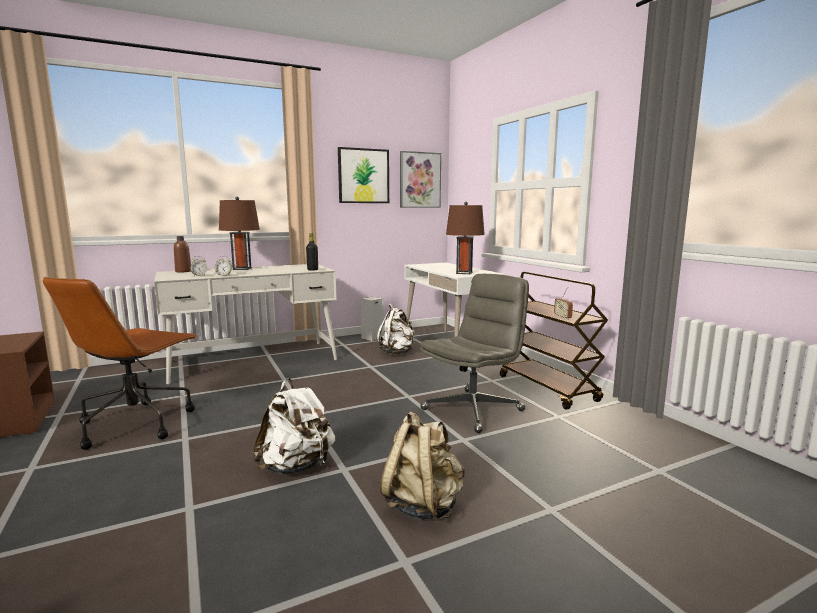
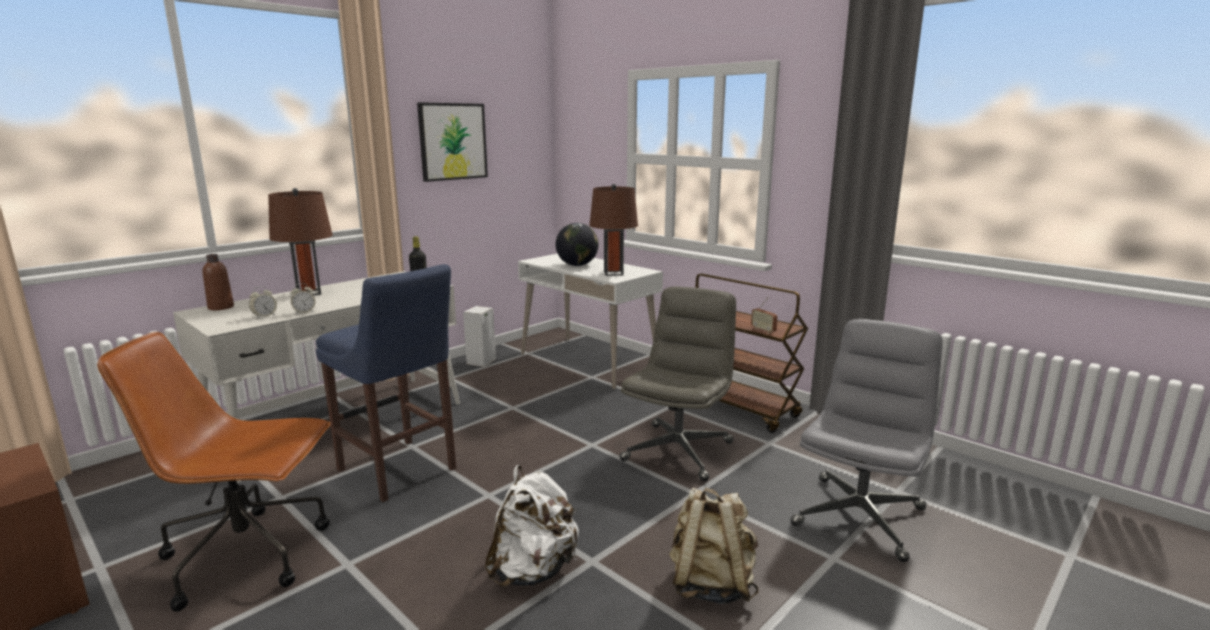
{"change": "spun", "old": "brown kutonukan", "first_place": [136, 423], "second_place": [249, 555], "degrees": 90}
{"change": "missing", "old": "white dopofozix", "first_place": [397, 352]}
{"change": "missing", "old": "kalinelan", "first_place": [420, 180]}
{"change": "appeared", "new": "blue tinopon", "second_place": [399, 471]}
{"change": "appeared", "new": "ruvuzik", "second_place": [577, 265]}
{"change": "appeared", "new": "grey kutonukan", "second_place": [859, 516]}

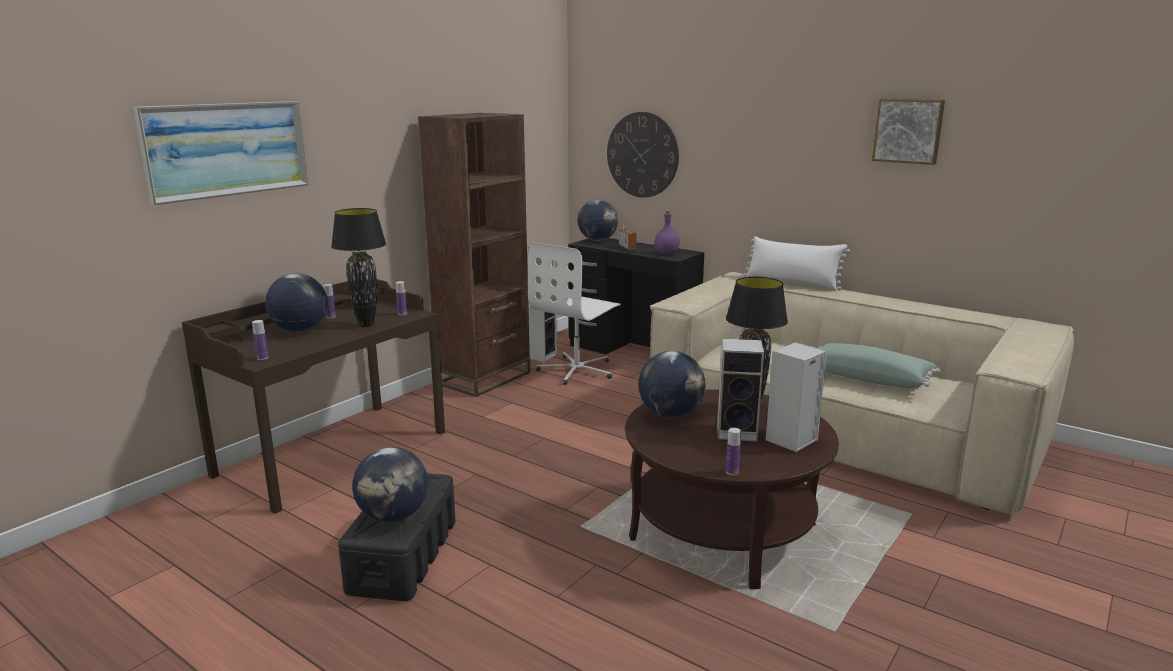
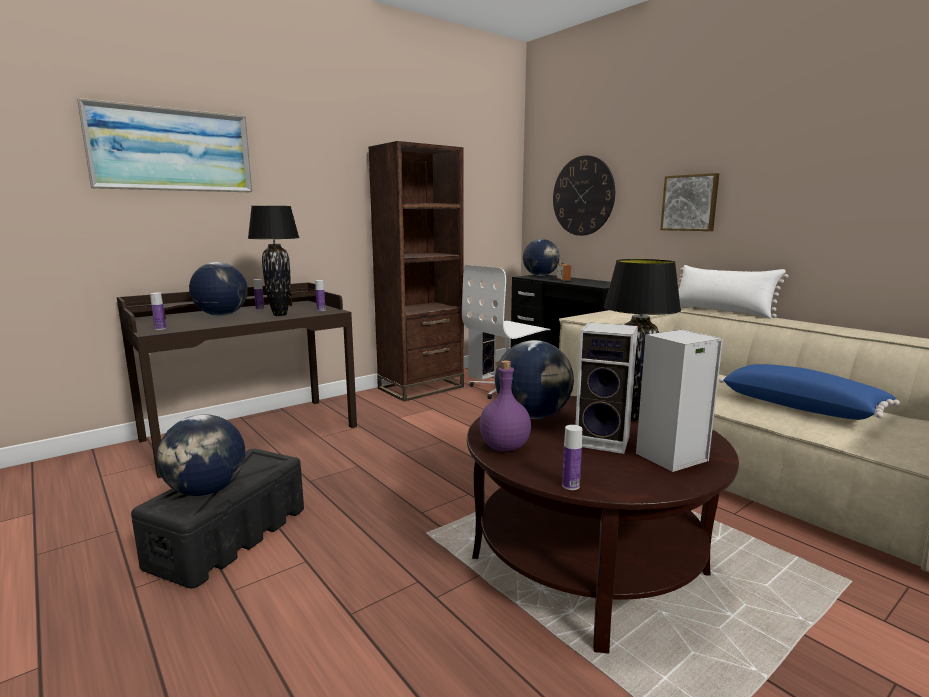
{"change": "relocated", "old": "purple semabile", "first_place": [666, 253], "second_place": [503, 447]}
{"change": "colour", "old": "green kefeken", "new": "blue kefeken", "first_place": [869, 378], "second_place": [801, 407]}
{"change": "relocated", "old": "kalinelan", "first_place": [908, 131], "second_place": [690, 203]}

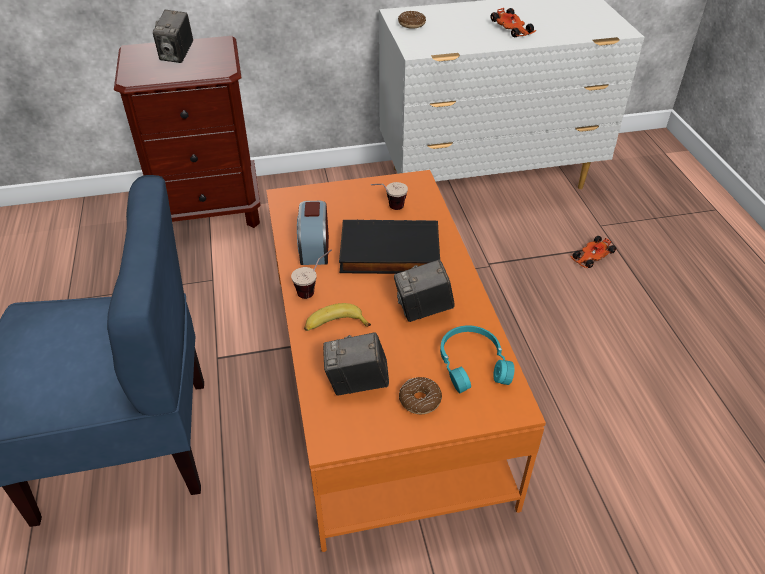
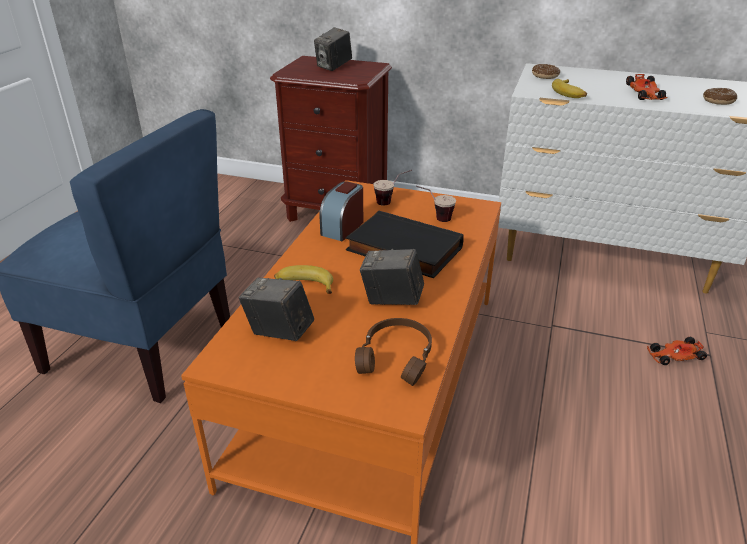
{"change": "relocated", "old": "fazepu", "first_place": [314, 289], "second_place": [392, 202]}
{"change": "relocated", "old": "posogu", "first_place": [420, 400], "second_place": [718, 101]}
{"change": "colour", "old": "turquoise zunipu", "new": "brown zunipu", "first_place": [473, 364], "second_place": [397, 357]}
{"change": "appeared", "new": "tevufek", "second_place": [569, 93]}

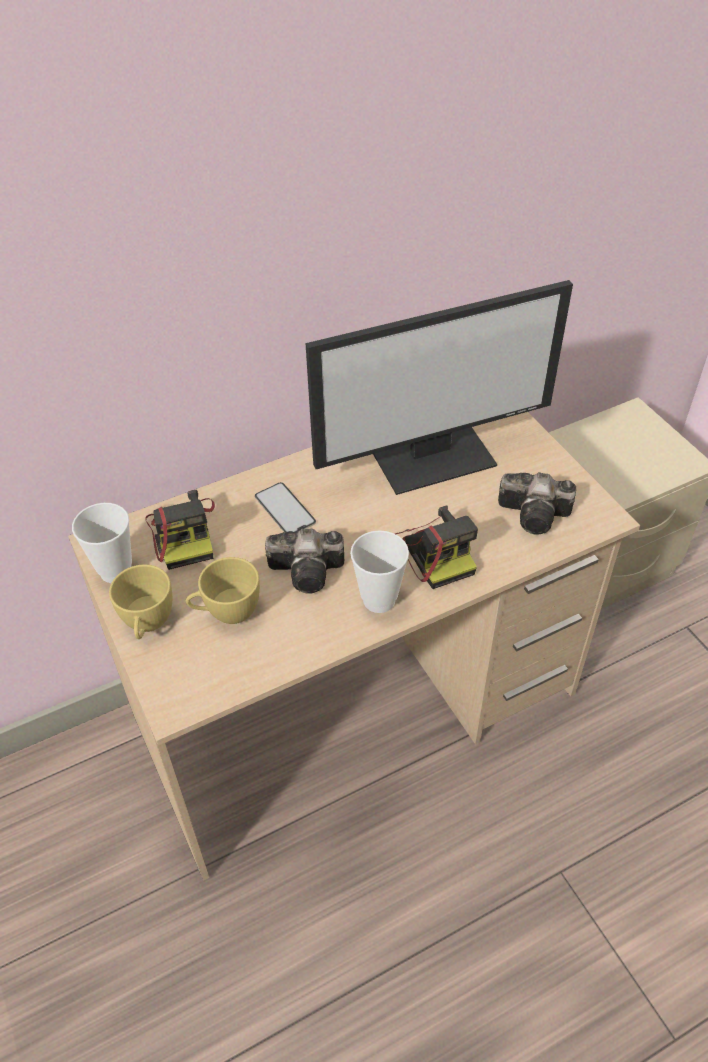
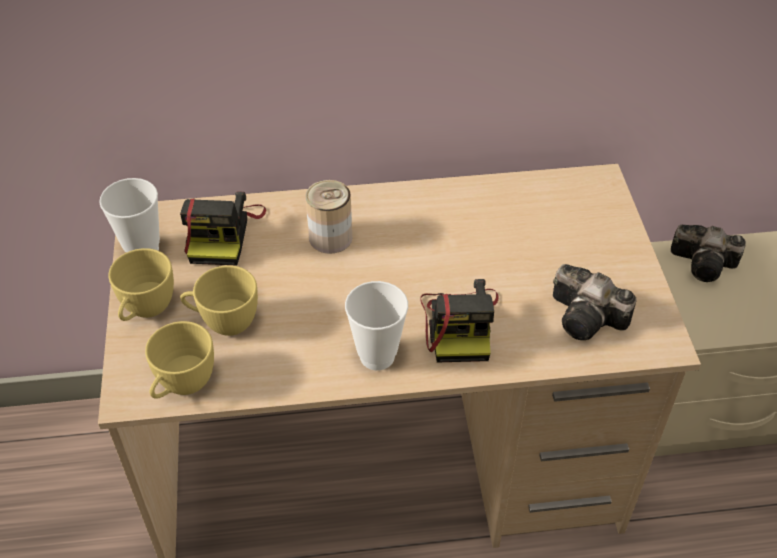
{"change": "exchanged", "old": "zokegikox", "new": "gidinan", "first_place": [285, 509], "second_place": [330, 237]}
{"change": "relocated", "old": "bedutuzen", "first_place": [310, 571], "second_place": [706, 264]}
{"change": "missing", "old": "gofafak", "first_place": [434, 456]}
{"change": "appeared", "new": "yellow fazepu", "second_place": [182, 386]}

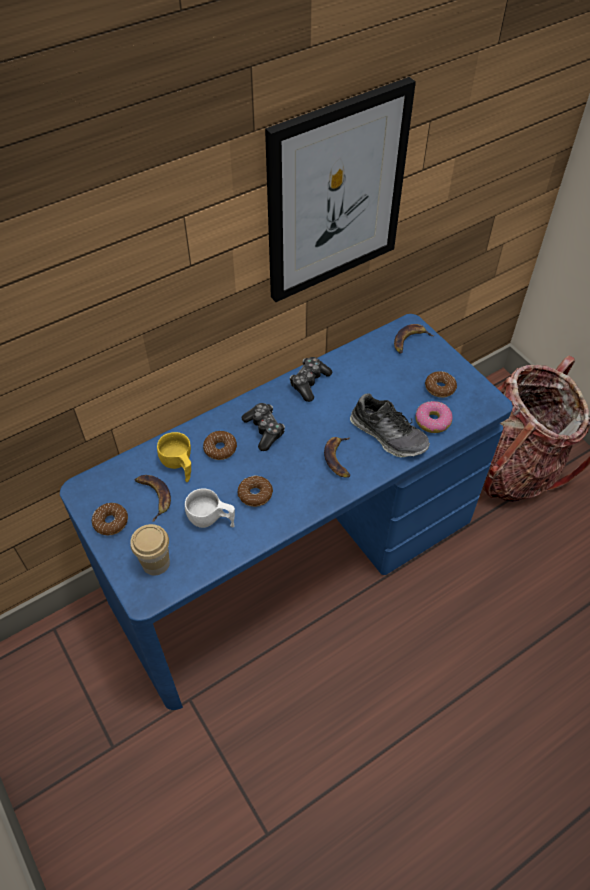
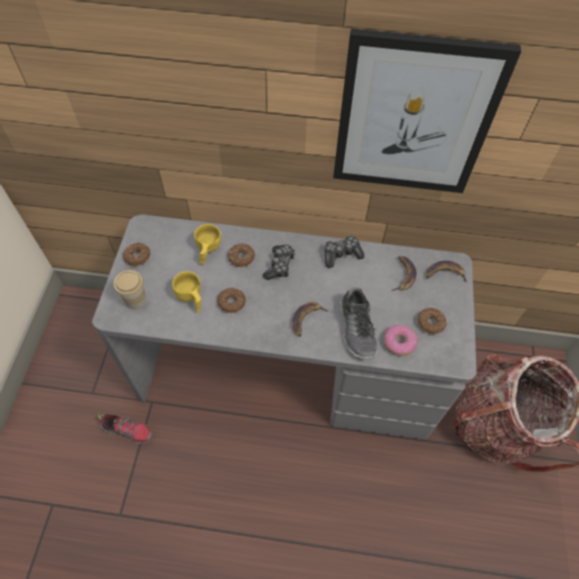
{"change": "colour", "old": "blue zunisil", "new": "grey zunisil", "first_place": [294, 557], "second_place": [287, 368]}
{"change": "relocated", "old": "tevufek", "first_place": [153, 496], "second_place": [403, 275]}
{"change": "colour", "old": "white fazepu", "new": "yellow fazepu", "first_place": [211, 520], "second_place": [191, 299]}
{"change": "appeared", "new": "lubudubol", "second_place": [128, 430]}

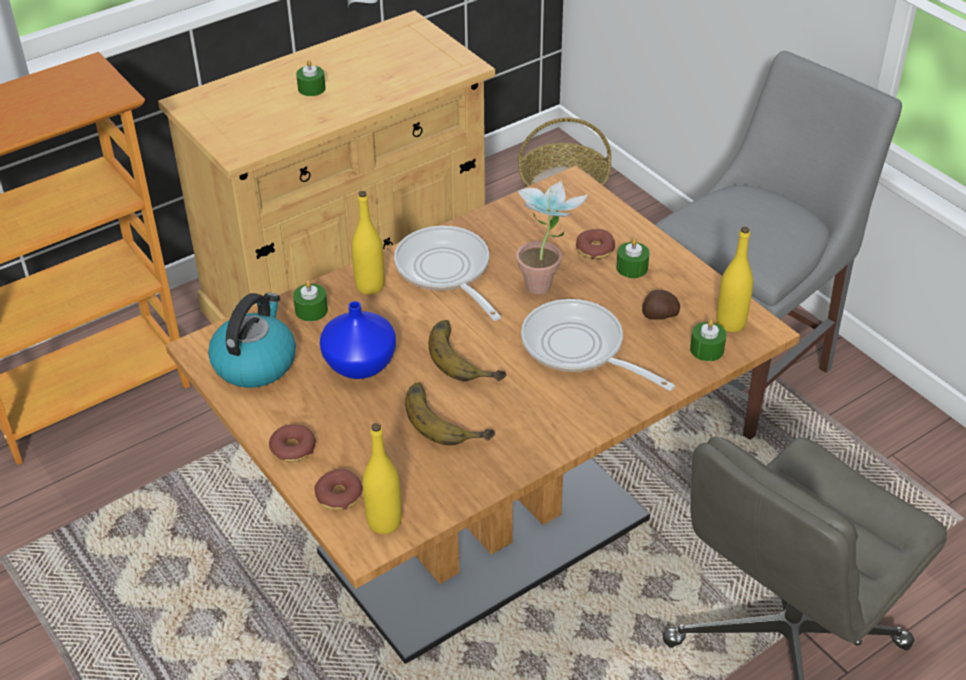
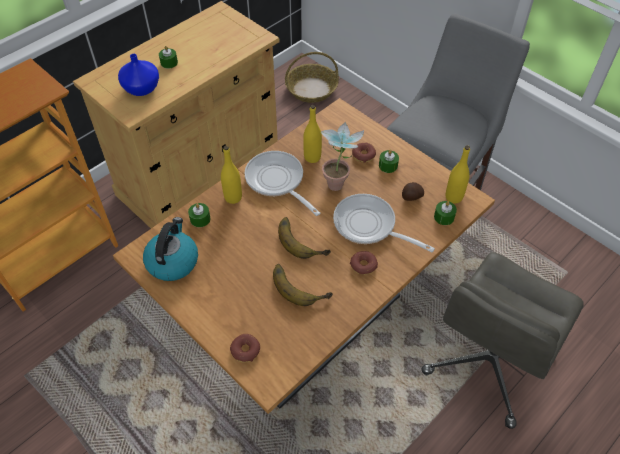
{"change": "relocated", "old": "posogu", "first_place": [293, 449], "second_place": [363, 265]}
{"change": "relocated", "old": "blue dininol", "first_place": [360, 363], "second_place": [142, 88]}
{"change": "relocated", "old": "yellow semabile", "first_place": [384, 522], "second_place": [312, 157]}

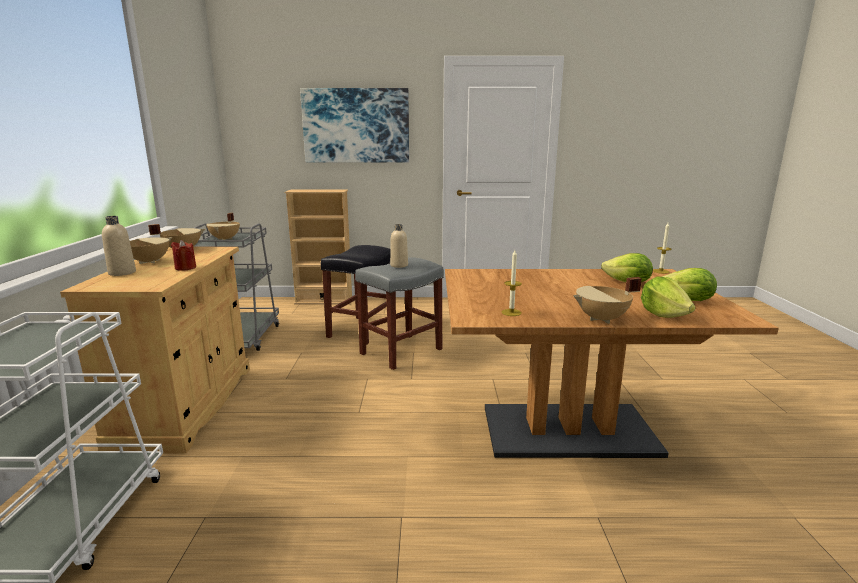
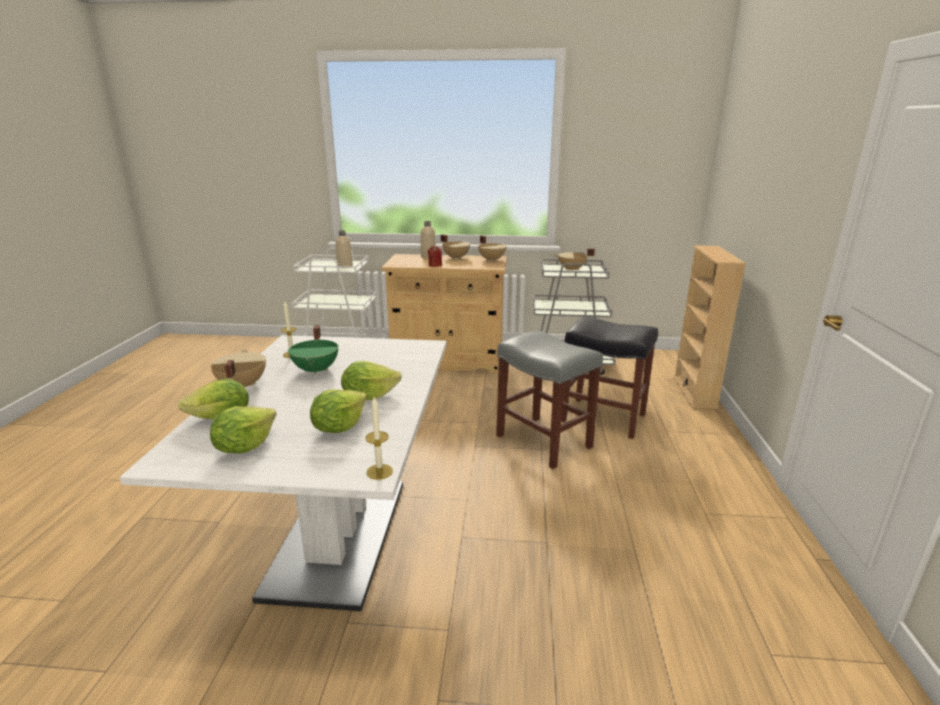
{"change": "missing", "old": "kalinelan", "first_place": [356, 126]}
{"change": "relocated", "old": "beige semabile", "first_place": [399, 265], "second_place": [345, 266]}
{"change": "colour", "old": "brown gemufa", "new": "white gemufa", "first_place": [568, 431], "second_place": [338, 536]}
{"change": "appeared", "new": "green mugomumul", "second_place": [317, 370]}
{"change": "appeared", "new": "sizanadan", "second_place": [369, 396]}

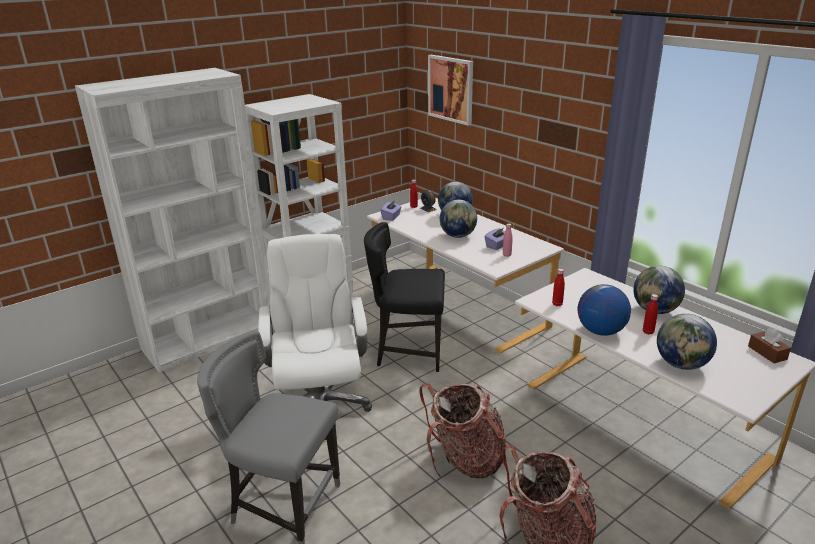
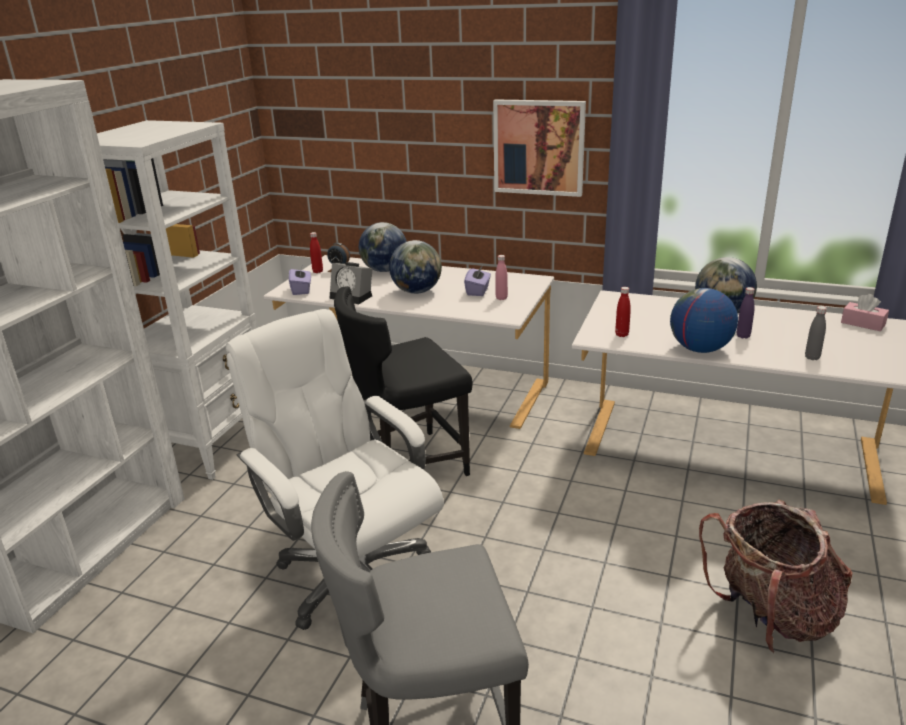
{"change": "missing", "old": "dopofozix", "first_place": [465, 460]}
{"change": "relocated", "old": "kalinelan", "first_place": [451, 89], "second_place": [539, 147]}
{"change": "colour", "old": "red semabile", "new": "purple semabile", "first_place": [648, 332], "second_place": [743, 336]}
{"change": "exchanged", "old": "ruvuzik", "new": "grey semabile", "first_place": [681, 364], "second_place": [812, 357]}
{"change": "colour", "old": "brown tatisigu", "new": "pink tatisigu", "first_place": [767, 353], "second_place": [863, 323]}
{"change": "appeared", "new": "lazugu", "second_place": [353, 296]}

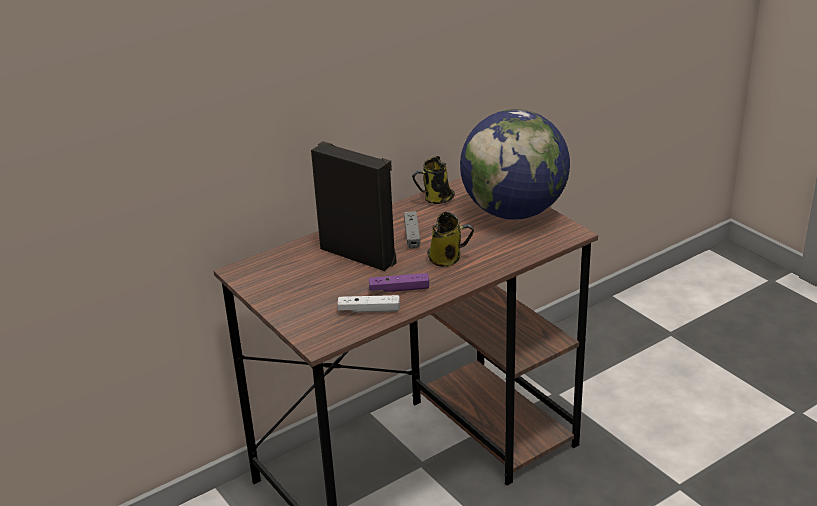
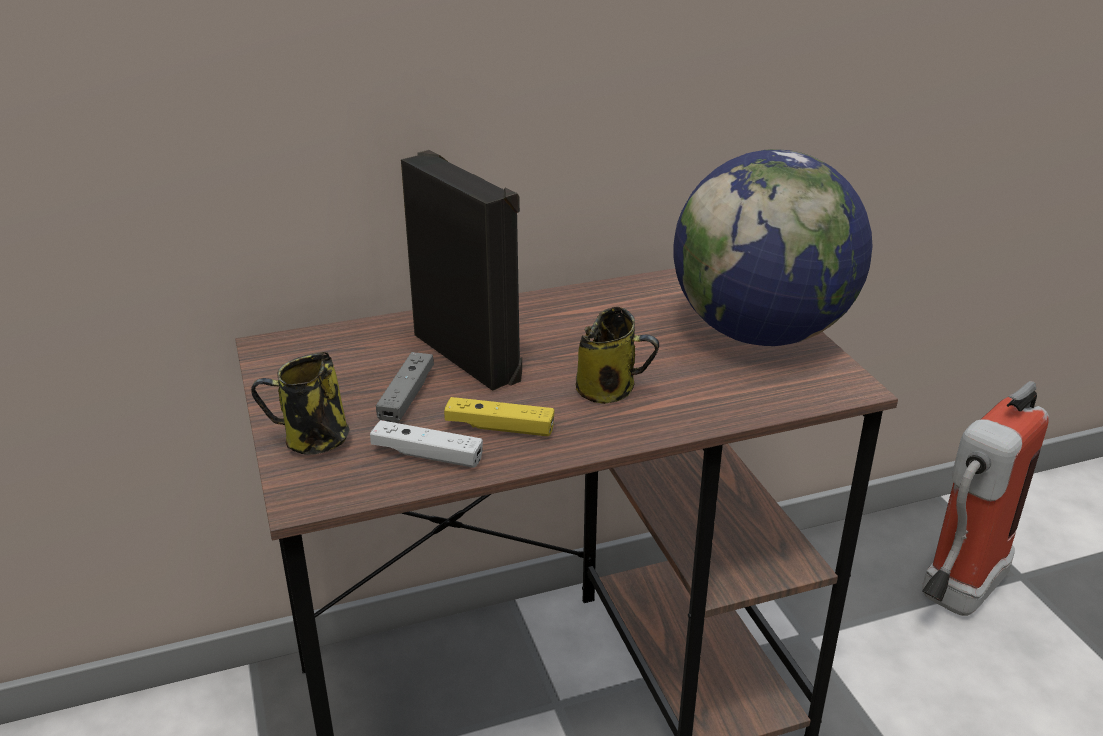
{"change": "colour", "old": "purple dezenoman", "new": "yellow dezenoman", "first_place": [399, 289], "second_place": [499, 427]}
{"change": "relocated", "old": "grey dezenoman", "first_place": [412, 235], "second_place": [406, 396]}
{"change": "relocated", "old": "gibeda", "first_place": [436, 199], "second_place": [313, 441]}
{"change": "appeared", "new": "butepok", "second_place": [954, 597]}

